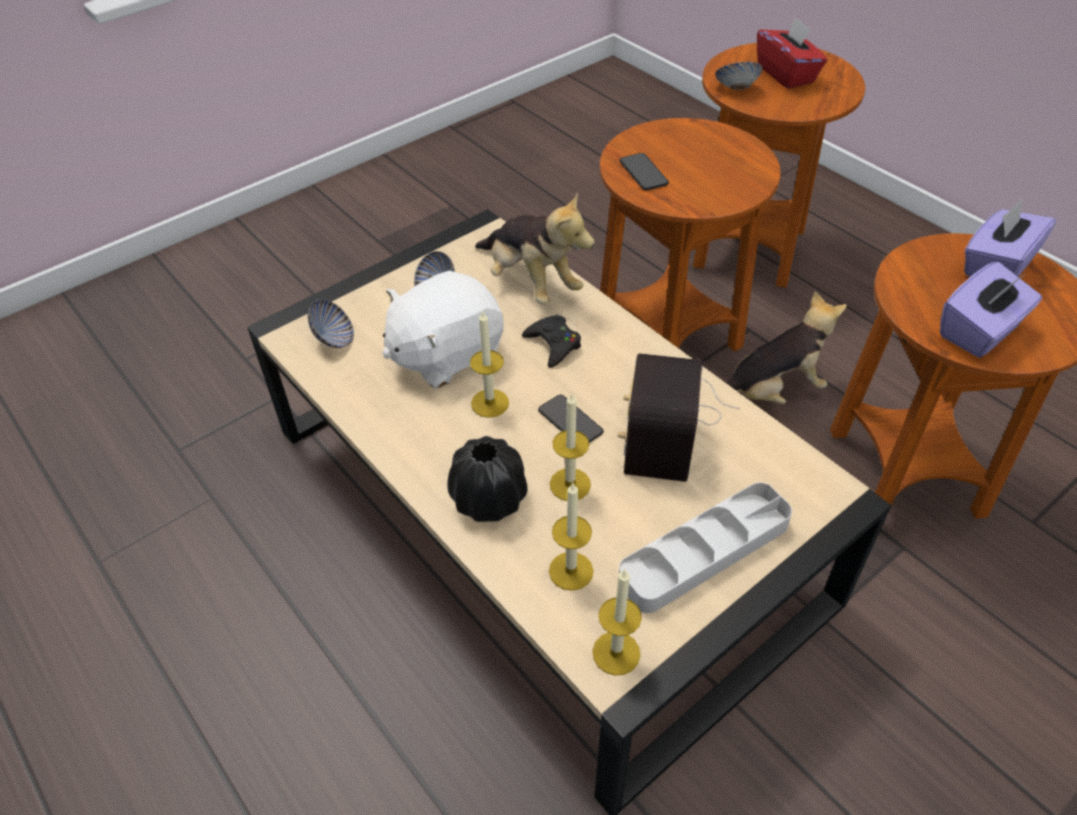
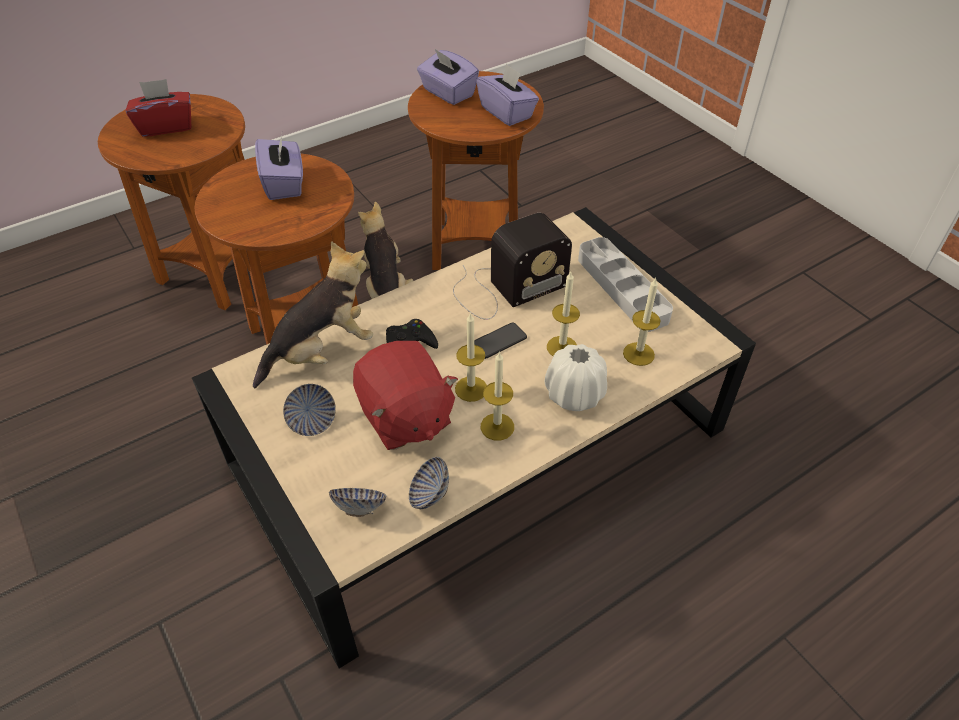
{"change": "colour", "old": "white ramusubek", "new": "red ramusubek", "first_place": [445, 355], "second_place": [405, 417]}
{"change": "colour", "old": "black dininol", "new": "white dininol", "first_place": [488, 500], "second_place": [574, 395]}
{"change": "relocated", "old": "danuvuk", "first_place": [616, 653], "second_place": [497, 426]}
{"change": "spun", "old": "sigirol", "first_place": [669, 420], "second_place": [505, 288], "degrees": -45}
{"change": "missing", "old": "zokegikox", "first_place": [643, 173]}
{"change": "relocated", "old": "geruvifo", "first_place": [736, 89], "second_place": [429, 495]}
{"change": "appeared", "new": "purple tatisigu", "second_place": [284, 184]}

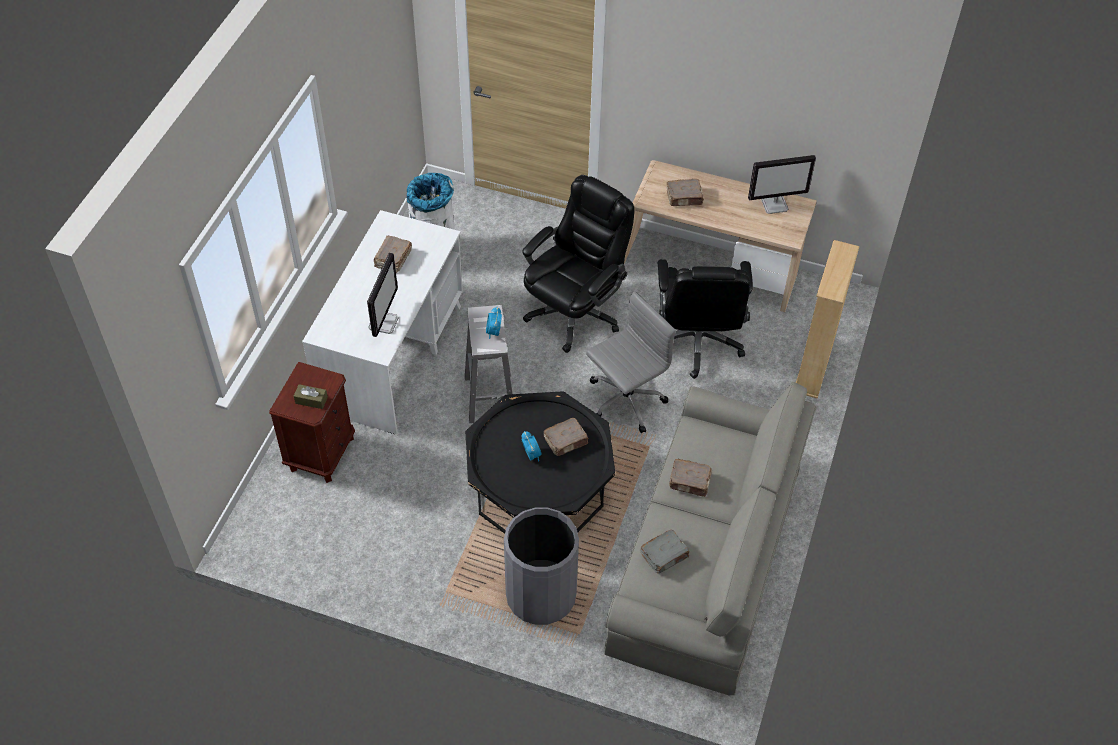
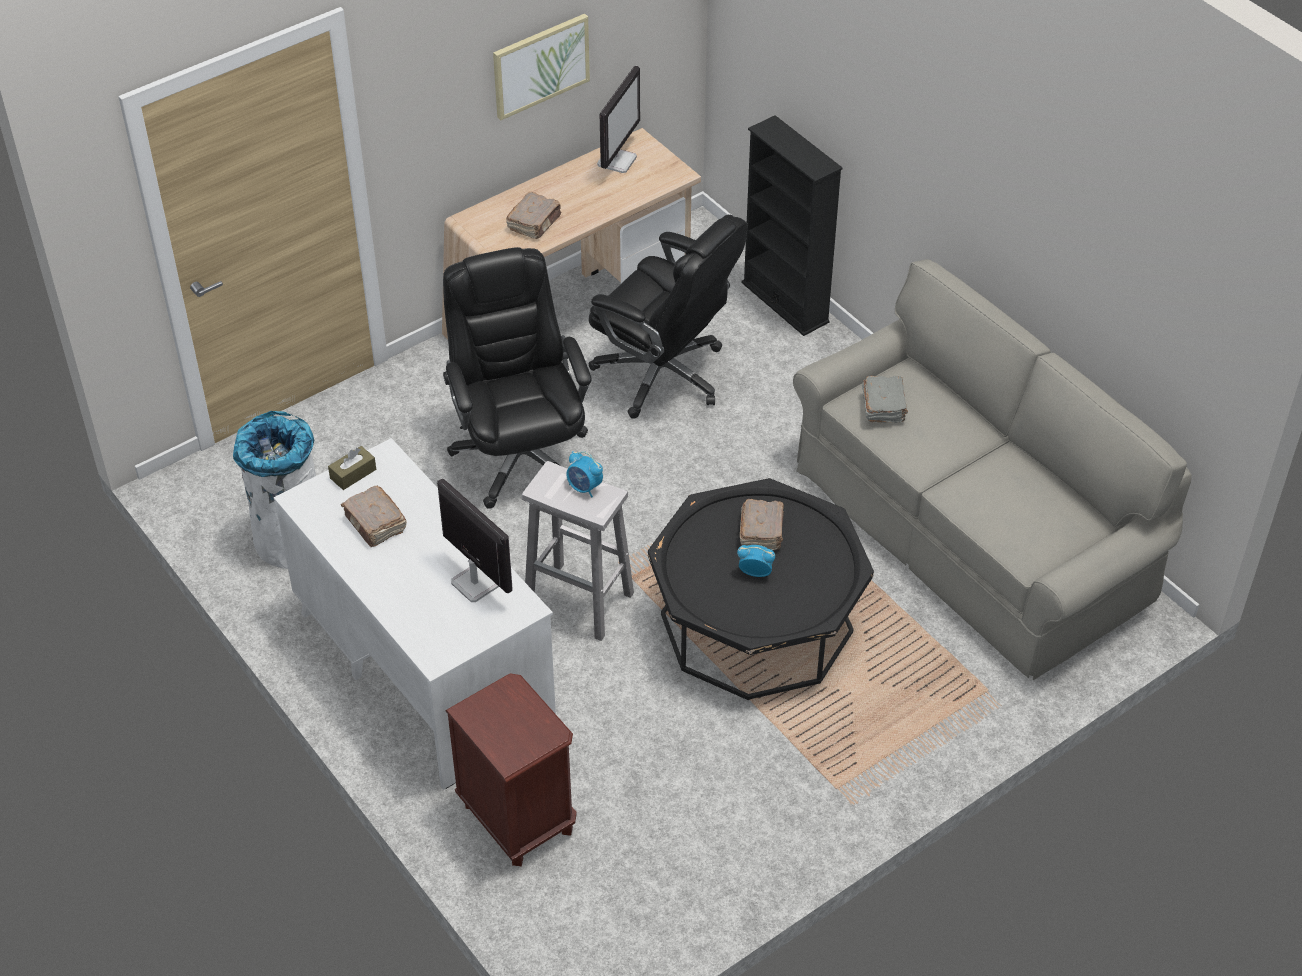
{"change": "relocated", "old": "brown tatisigu", "first_place": [311, 400], "second_place": [353, 474]}
{"change": "missing", "old": "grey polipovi", "first_place": [541, 595]}
{"change": "missing", "old": "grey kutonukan", "first_place": [624, 401]}
{"change": "relocated", "old": "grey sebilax", "first_place": [664, 555], "second_place": [884, 406]}
{"change": "missing", "old": "brown sebilax", "first_place": [690, 482]}
{"change": "colour", "old": "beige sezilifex", "new": "black sezilifex", "first_place": [813, 368], "second_place": [785, 302]}
{"change": "appeared", "new": "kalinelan", "second_place": [540, 65]}

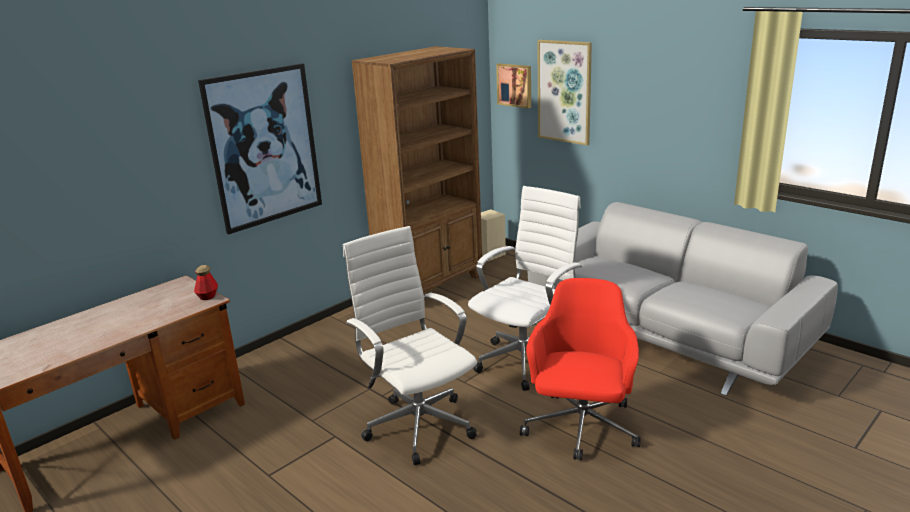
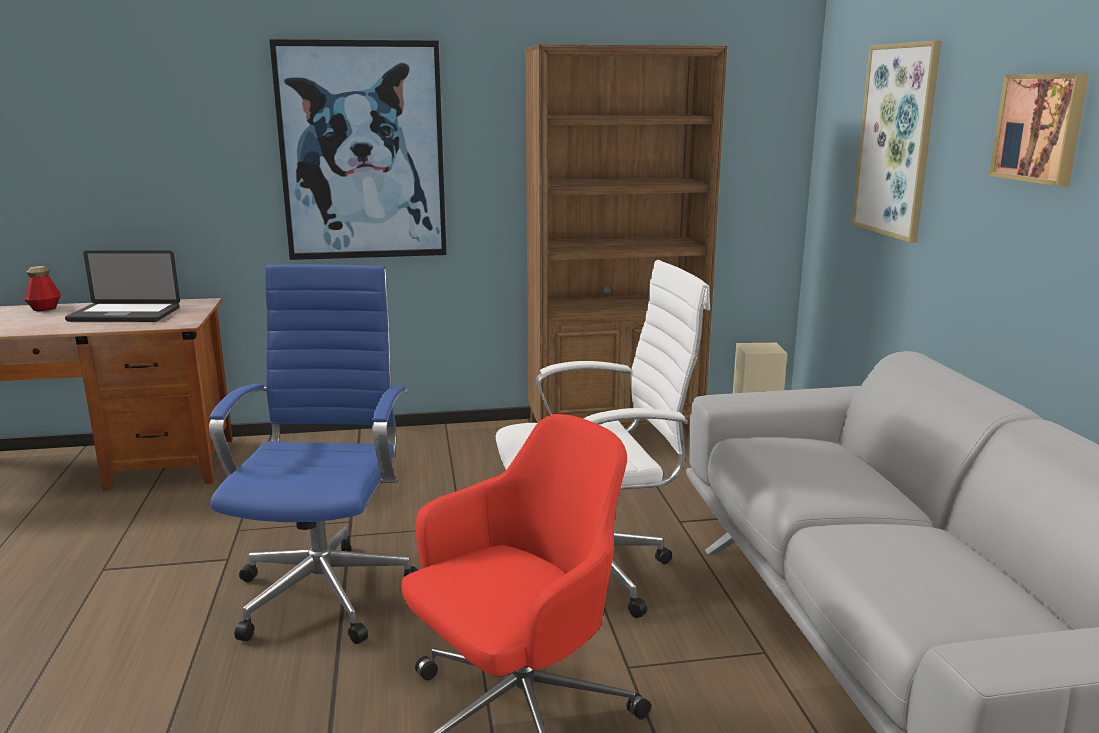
{"change": "relocated", "old": "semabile", "first_place": [208, 296], "second_place": [45, 308]}
{"change": "colour", "old": "white kutonukan", "new": "blue kutonukan", "first_place": [417, 424], "second_place": [327, 590]}
{"change": "relocated", "old": "kalinelan", "first_place": [515, 85], "second_place": [1041, 128]}
{"change": "appeared", "new": "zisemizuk", "second_place": [124, 315]}

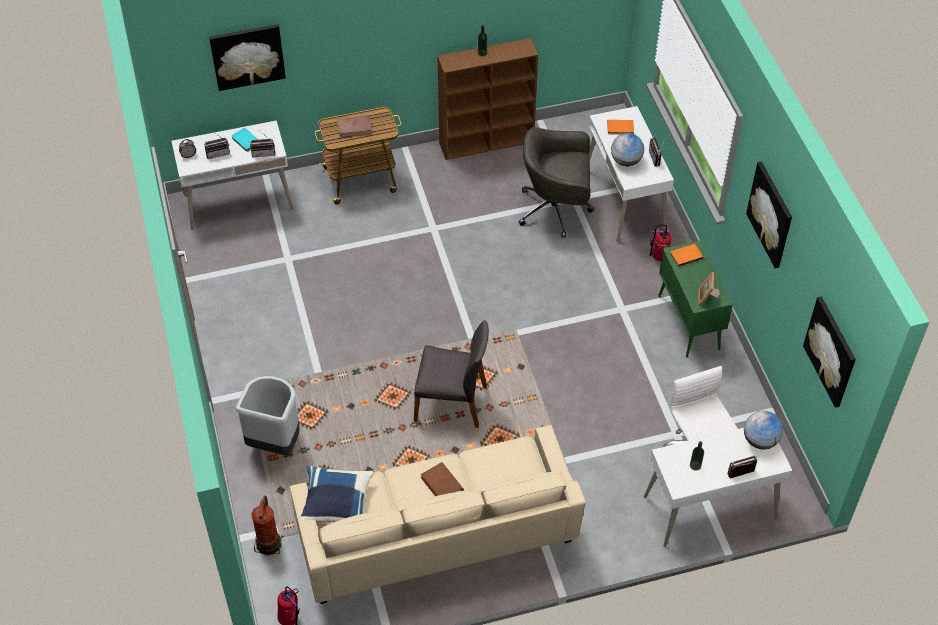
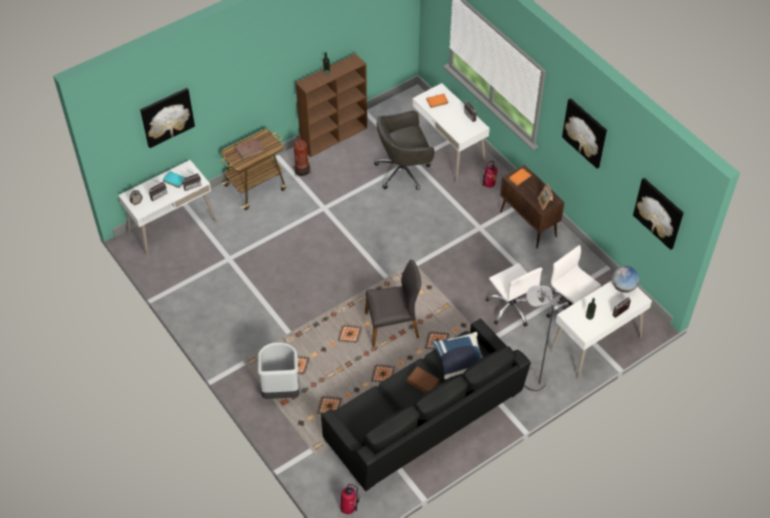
{"change": "relocated", "old": "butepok", "first_place": [269, 543], "second_place": [302, 169]}
{"change": "colour", "old": "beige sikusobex", "new": "black sikusobex", "first_place": [435, 536], "second_place": [423, 420]}
{"change": "relocated", "old": "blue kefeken", "first_place": [336, 503], "second_place": [459, 361]}
{"change": "missing", "old": "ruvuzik", "first_place": [626, 161]}
{"change": "colour", "old": "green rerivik", "new": "brown rerivik", "first_place": [689, 323], "second_place": [528, 224]}
{"change": "appeared", "new": "white kutonukan", "second_place": [511, 308]}
{"change": "appeared", "new": "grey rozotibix", "second_place": [530, 376]}

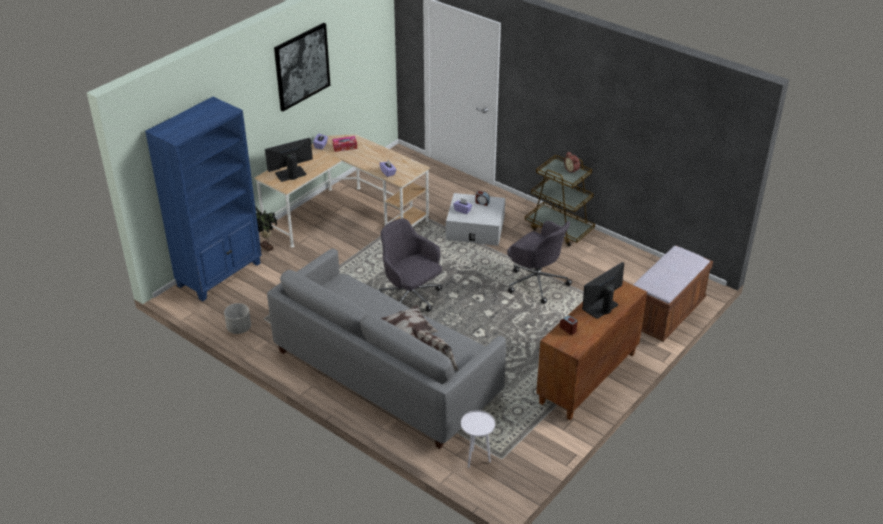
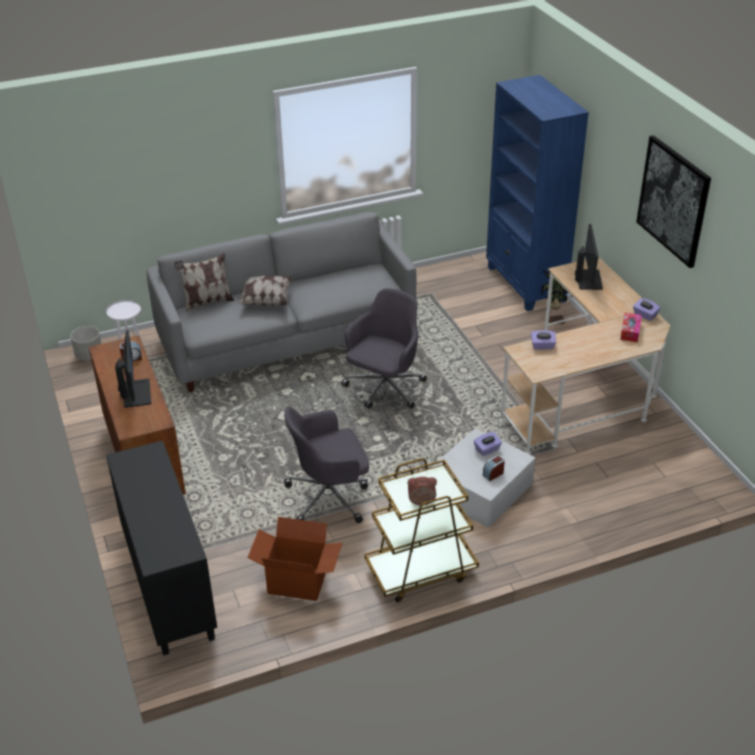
{"change": "relocated", "old": "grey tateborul", "first_place": [239, 328], "second_place": [89, 355]}
{"change": "spun", "old": "grey kutonukan", "first_place": [410, 298], "second_place": [384, 389], "degrees": -45}
{"change": "exchanged", "old": "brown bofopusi", "new": "black rerivik", "first_place": [666, 314], "second_place": [167, 585]}
{"change": "appeared", "new": "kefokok", "second_place": [297, 580]}

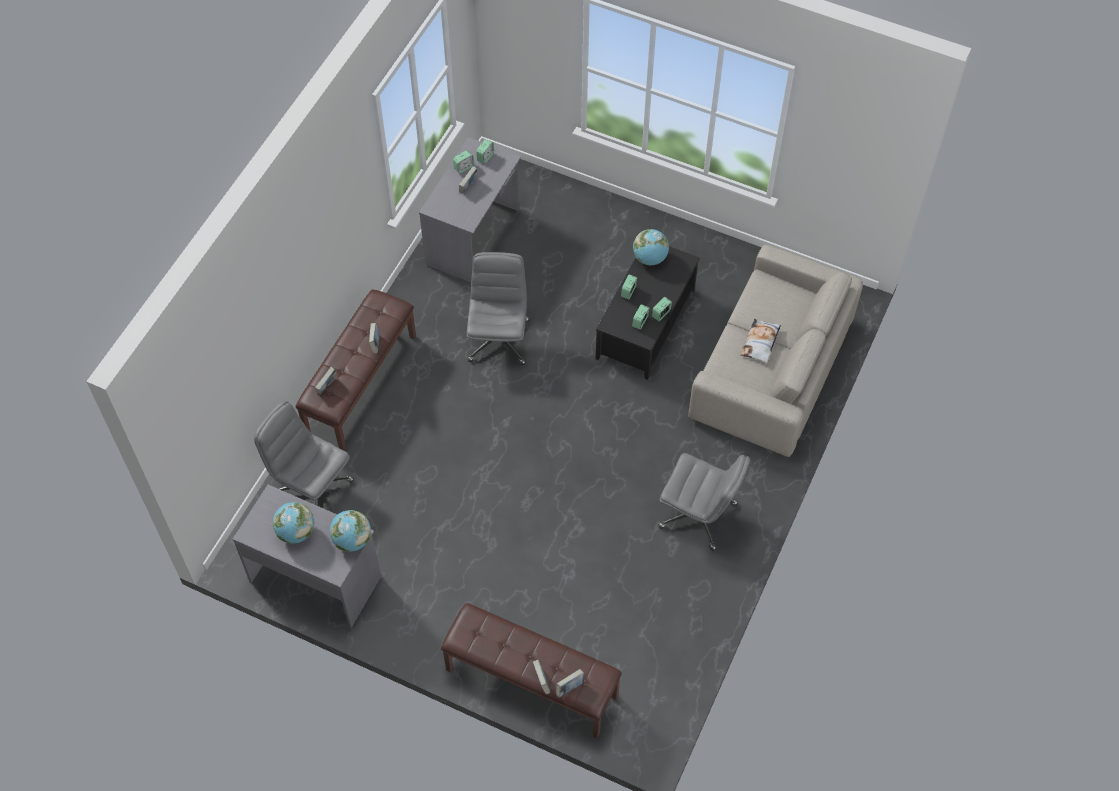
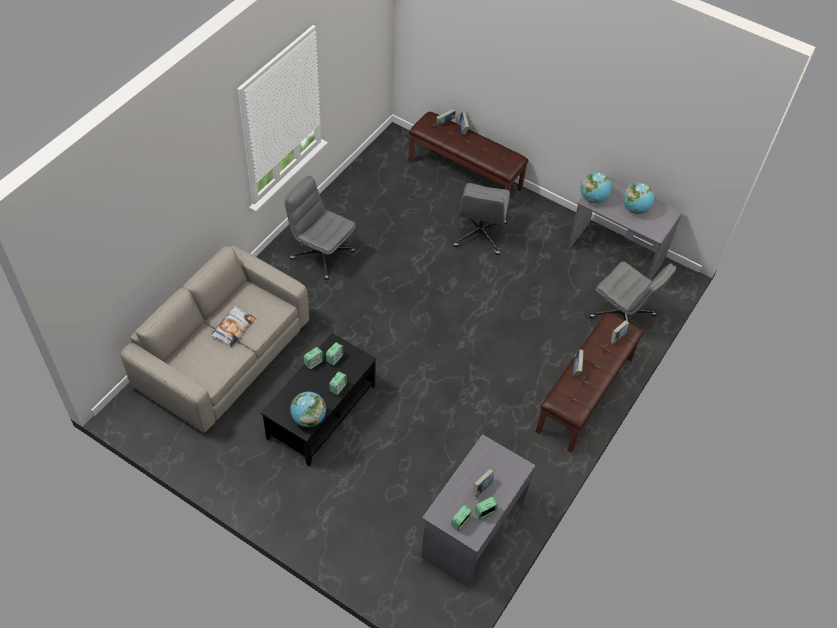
{"change": "relocated", "old": "grey kutonukan", "first_place": [498, 339], "second_place": [480, 235]}

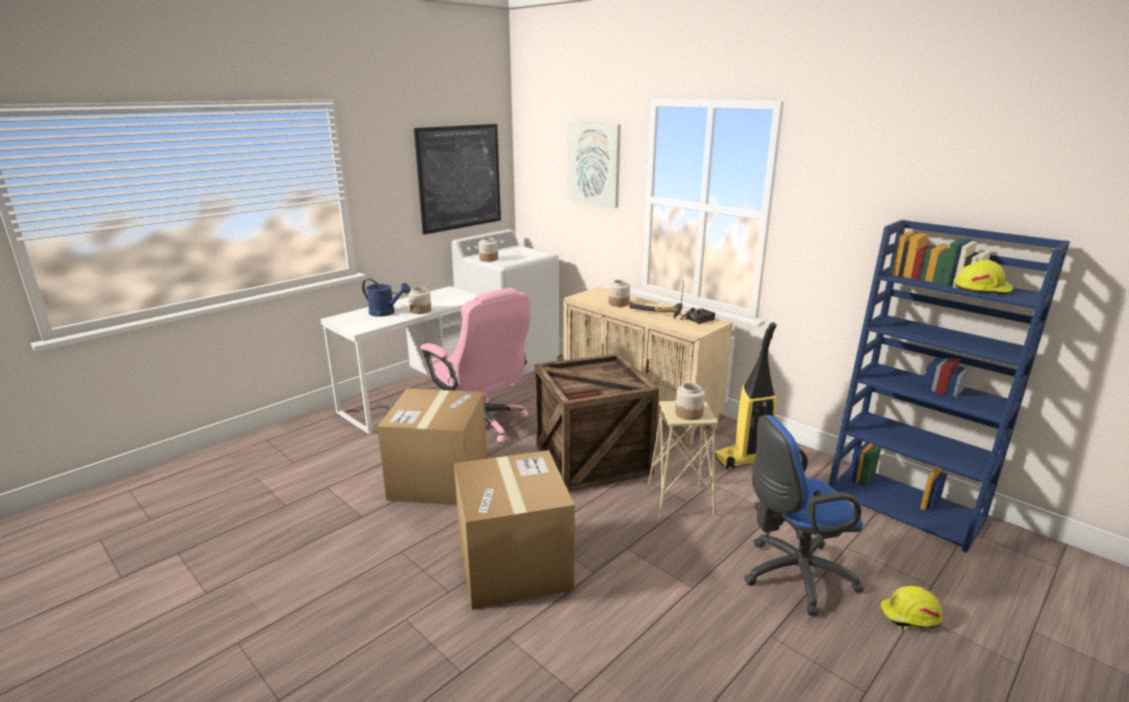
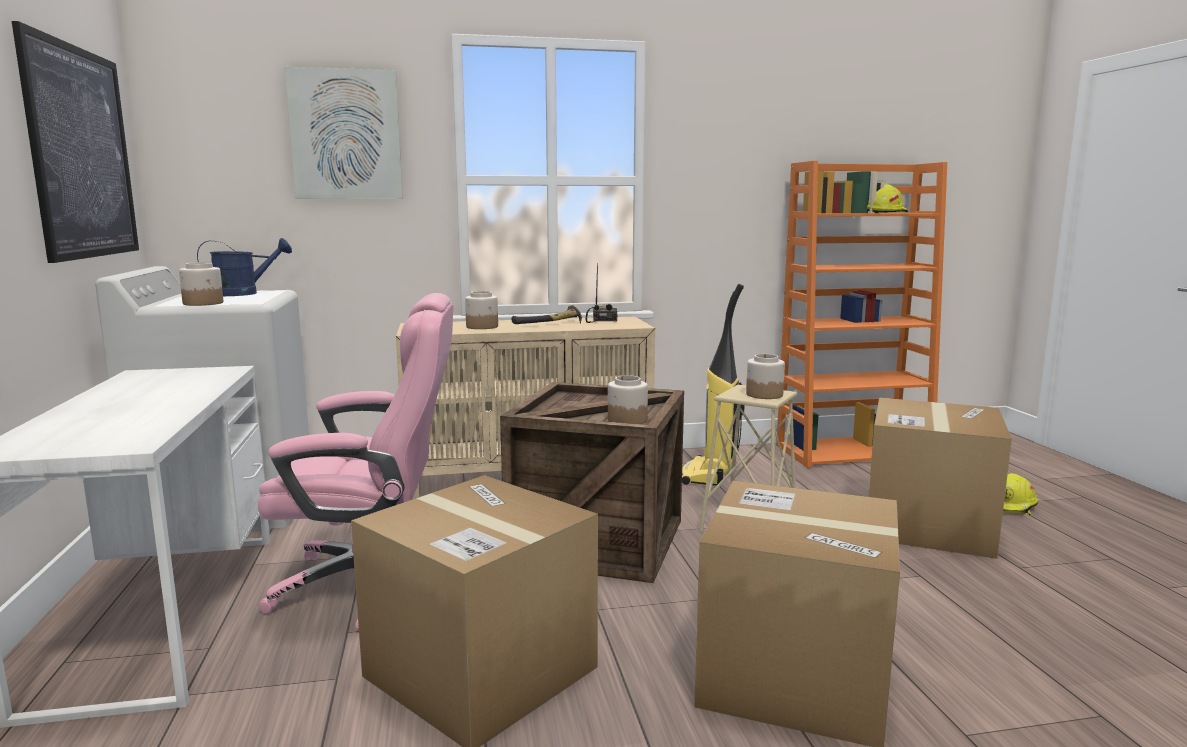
{"change": "relocated", "old": "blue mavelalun", "first_place": [386, 313], "second_place": [244, 293]}
{"change": "relocated", "old": "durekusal", "first_place": [421, 310], "second_place": [627, 420]}
{"change": "exchanged", "old": "blue kutonukan", "new": "kefokok", "first_place": [792, 575], "second_place": [928, 525]}
{"change": "colour", "old": "blue sezilifex", "new": "orange sezilifex", "first_place": [906, 506], "second_place": [853, 452]}

